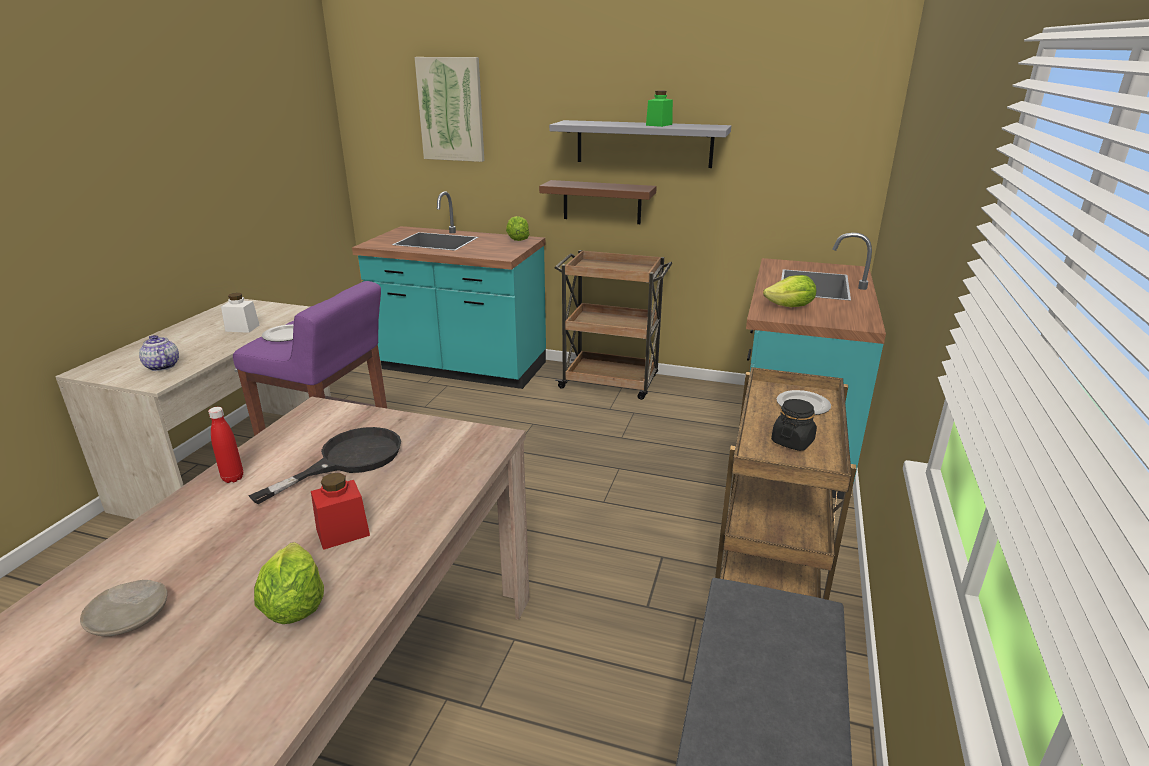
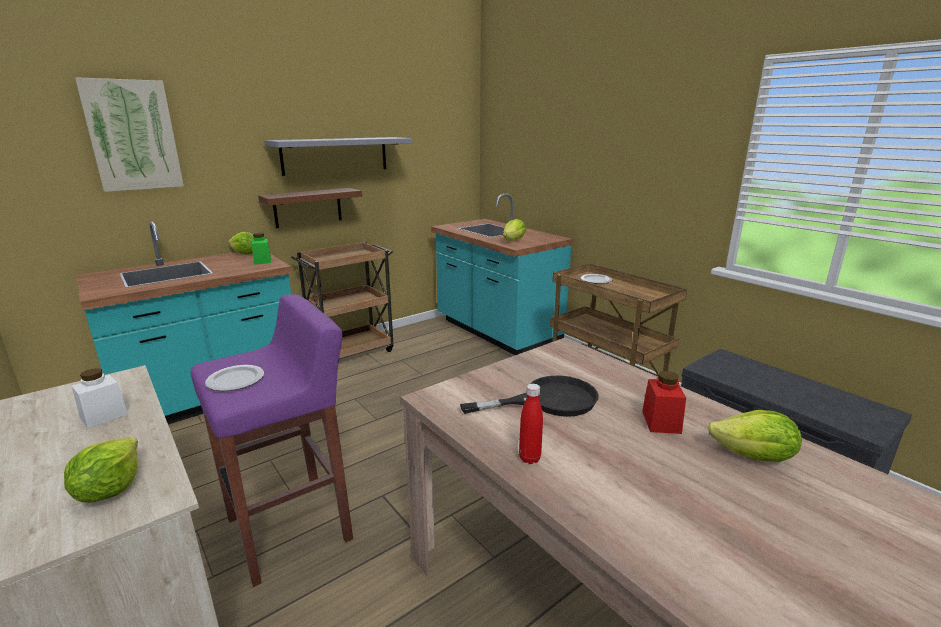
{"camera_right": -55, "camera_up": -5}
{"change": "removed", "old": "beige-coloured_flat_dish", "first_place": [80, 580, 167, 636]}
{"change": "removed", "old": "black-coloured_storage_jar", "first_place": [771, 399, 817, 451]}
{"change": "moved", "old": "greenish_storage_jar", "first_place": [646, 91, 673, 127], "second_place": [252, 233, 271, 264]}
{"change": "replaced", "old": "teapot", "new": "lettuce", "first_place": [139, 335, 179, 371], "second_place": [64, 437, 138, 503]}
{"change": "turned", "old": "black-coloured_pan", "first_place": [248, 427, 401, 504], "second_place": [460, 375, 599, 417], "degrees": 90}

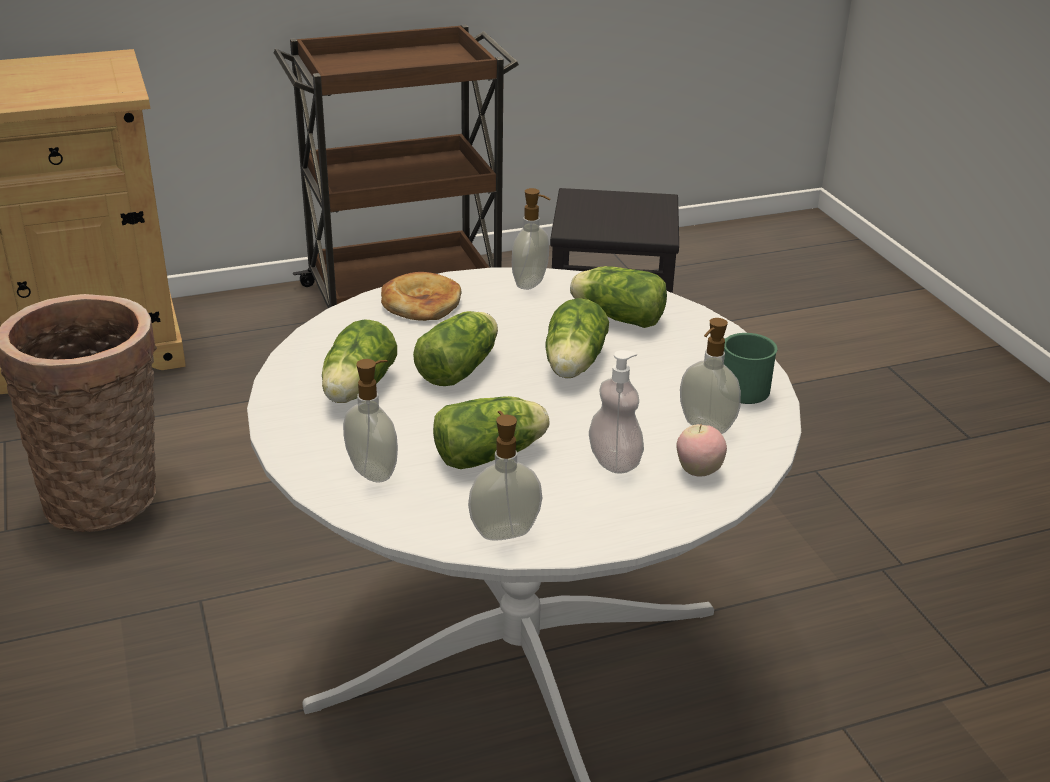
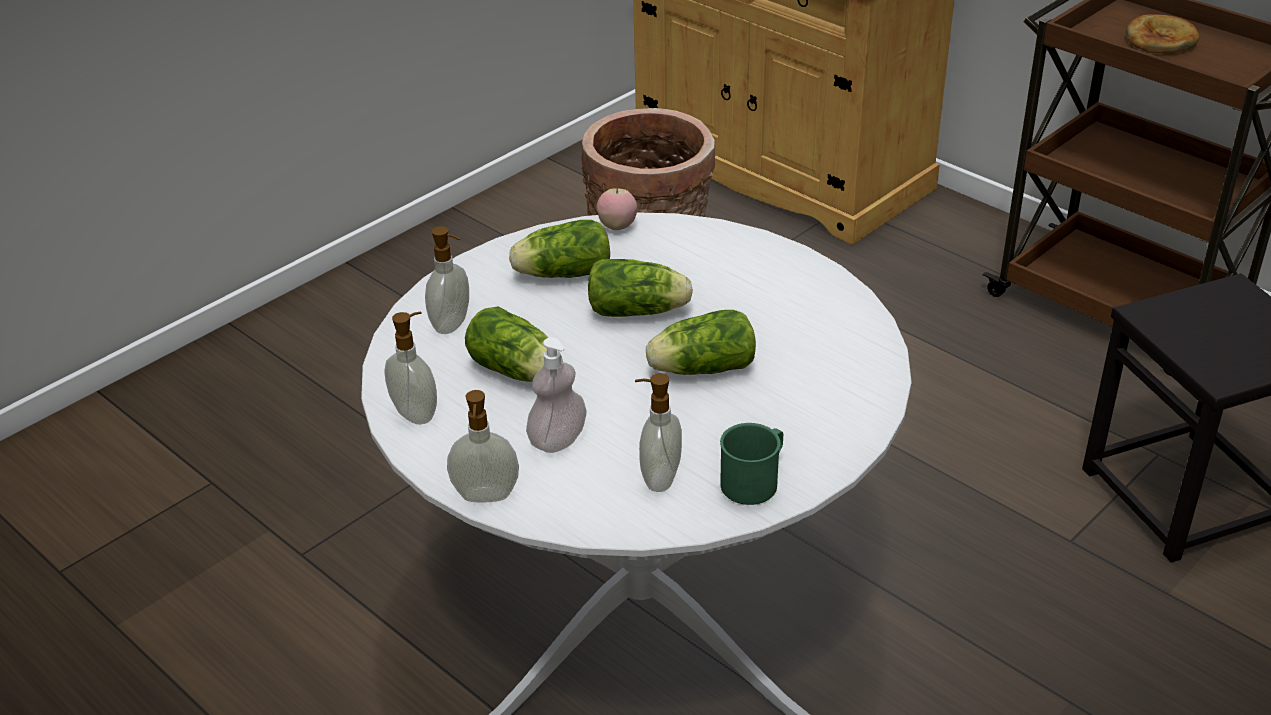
{"camera_right": 65, "camera_up": 5}
{"change": "removed", "old": "lettuce", "first_place": [570, 266, 667, 328]}
{"change": "moved", "old": "bakery_bread", "first_place": [381, 272, 461, 321], "second_place": [1126, 14, 1200, 53]}
{"change": "moved", "old": "soap_dispenser", "first_place": [512, 188, 550, 290], "second_place": [447, 390, 519, 502]}
{"change": "moved", "old": "apple", "first_place": [676, 423, 727, 477], "second_place": [597, 187, 637, 230]}

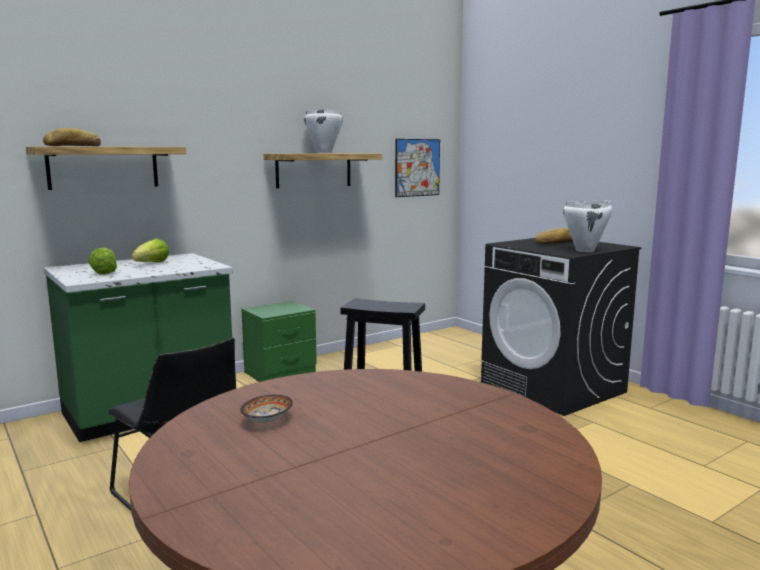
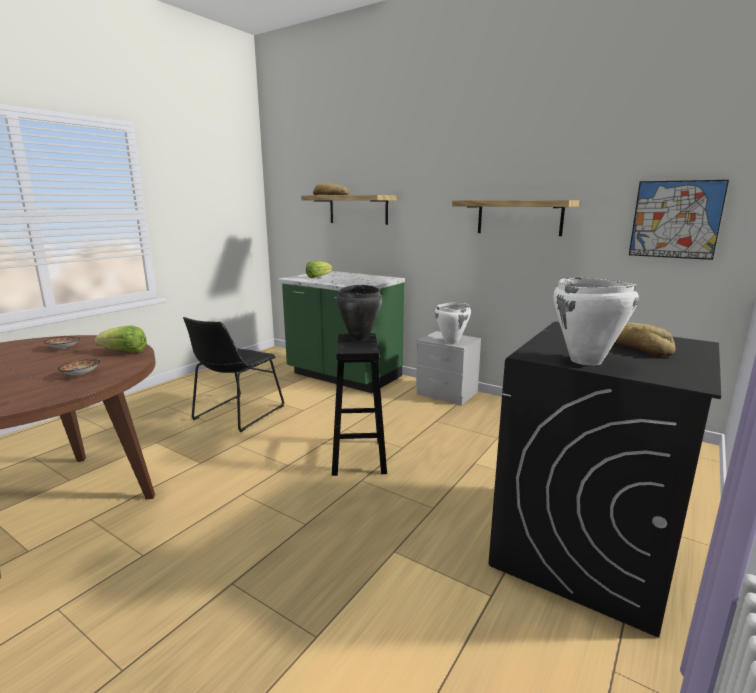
{"camera_right": 70, "camera_up": 5}
{"change": "added", "new": "bowl", "second_place": [58, 359, 100, 376]}
{"change": "added", "new": "black-coloured_saucepot", "second_place": [336, 285, 382, 341]}
{"change": "moved", "old": "lettuce", "first_place": [132, 238, 169, 263], "second_place": [95, 325, 147, 353]}
{"change": "moved", "old": "white-coloured_saucepot", "first_place": [304, 110, 343, 153], "second_place": [435, 302, 471, 344]}
{"change": "recoloured", "old": "greenish_nightstand", "new": "grey_nightstand", "first_place": [241, 301, 317, 382], "second_place": [416, 331, 481, 405]}

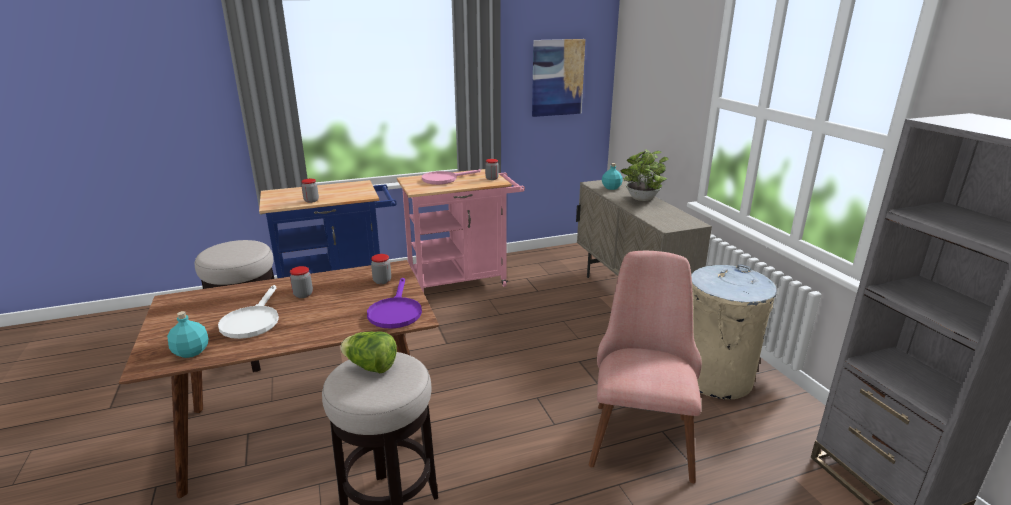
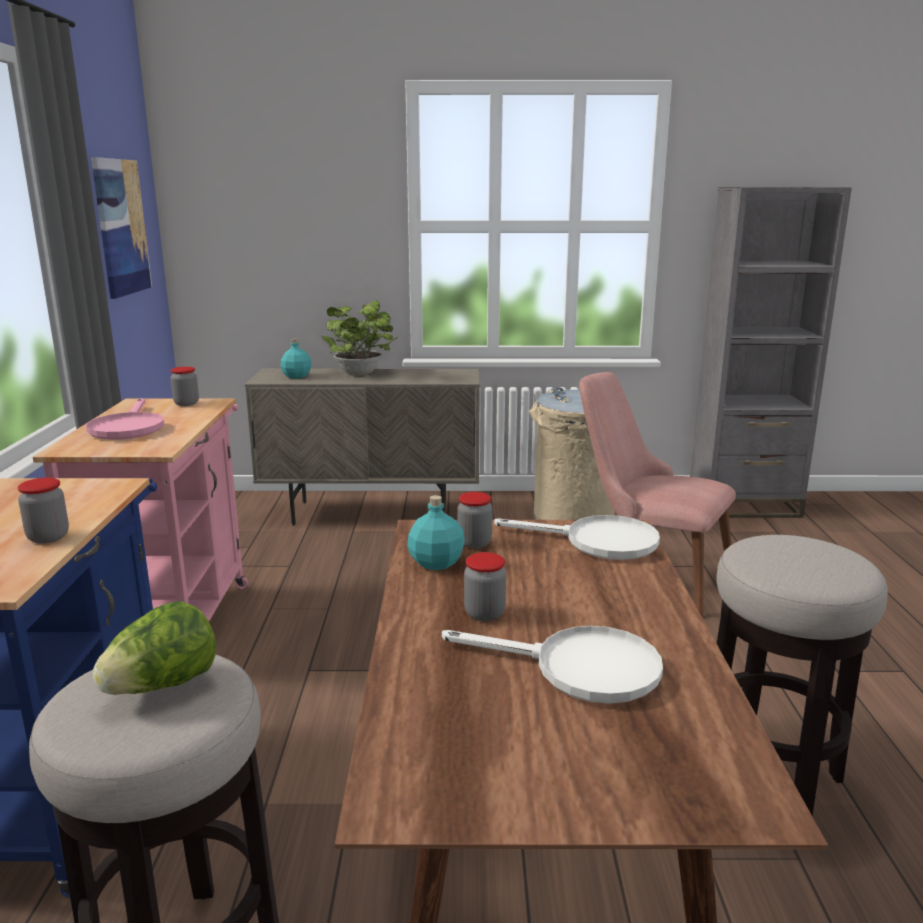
{"camera_right": -70, "camera_up": -5}
{"change": "moved", "old": "turquoise-coloured_bottle", "first_place": [167, 311, 208, 358], "second_place": [407, 495, 465, 570]}
{"change": "moved", "old": "lettuce", "first_place": [340, 331, 397, 373], "second_place": [92, 601, 216, 695]}
{"change": "recoloured", "old": "purple-coloured_pan", "new": "white-coloured_pan", "first_place": [367, 278, 422, 329], "second_place": [494, 515, 660, 560]}

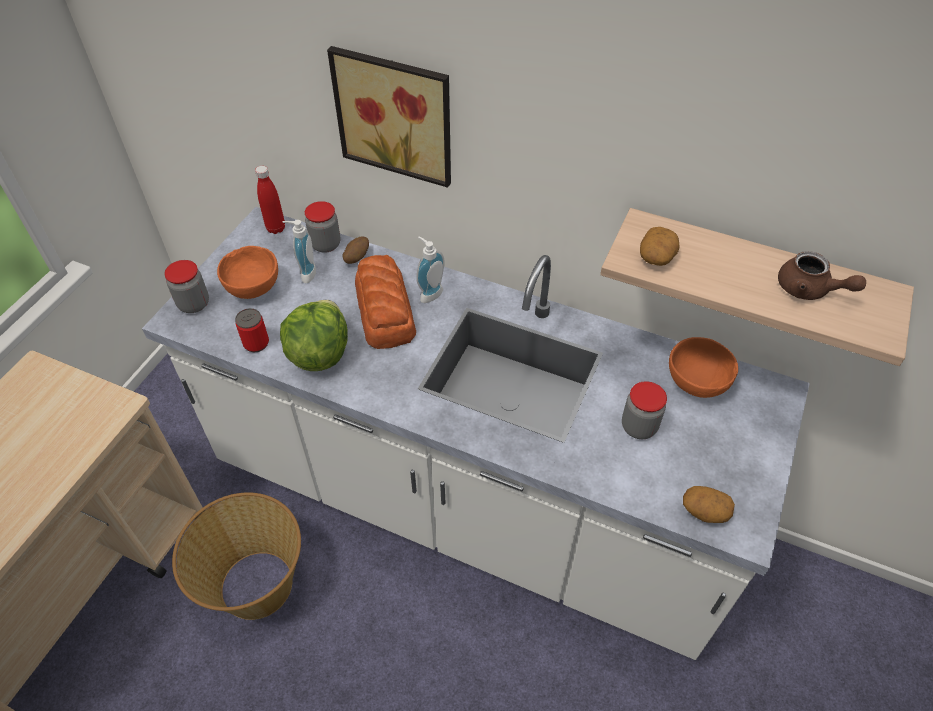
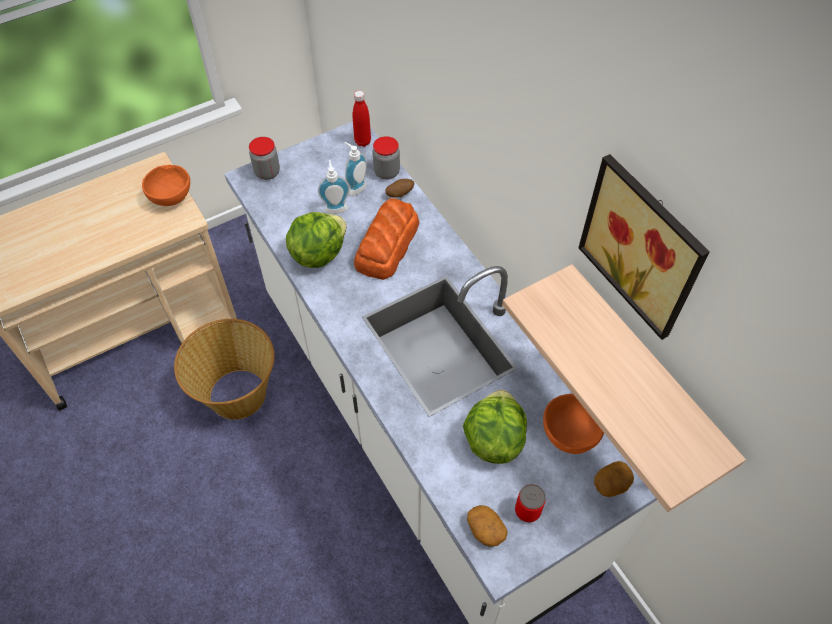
{"camera_right": 35, "camera_up": 5}
{"change": "removed", "old": "brownish_teapot", "first_place": [778, 251, 866, 300]}
{"change": "moved", "old": "orange-coloured_bowl", "first_place": [217, 246, 278, 299], "second_place": [142, 164, 190, 206]}
{"change": "moved", "old": "sealed_can", "first_place": [235, 308, 269, 352], "second_place": [515, 484, 546, 522]}
{"change": "moved", "old": "picture", "first_place": [327, 46, 451, 188], "second_place": [578, 154, 710, 340]}
{"change": "moved", "old": "soap_dispenser", "first_place": [416, 237, 445, 303], "second_place": [318, 160, 350, 214]}
{"change": "moved", "old": "whole_potato", "first_place": [640, 227, 679, 266], "second_place": [594, 461, 634, 497]}
{"change": "replaced", "old": "storage_jar", "new": "lettuce", "first_place": [622, 381, 667, 439], "second_place": [463, 390, 527, 464]}

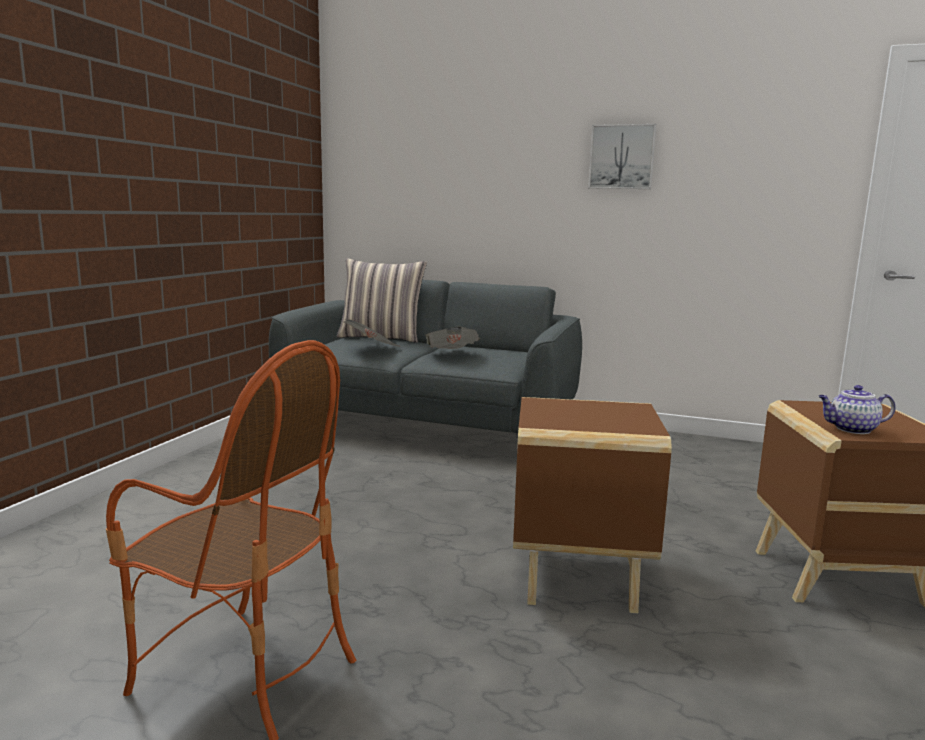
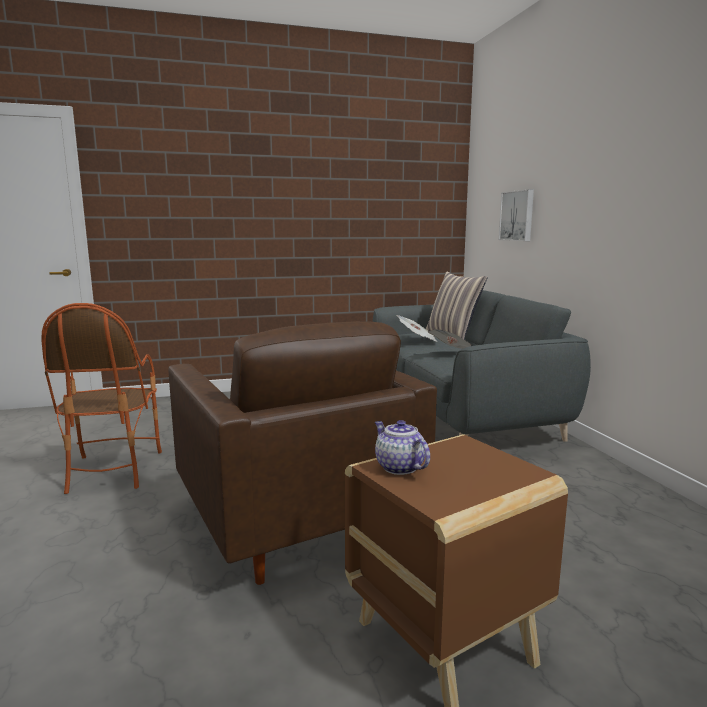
{"camera_right": 55, "camera_up": 0}
{"change": "moved", "old": "picture", "first_place": [588, 124, 656, 189], "second_place": [499, 189, 534, 241]}
{"change": "replaced", "old": "brownish_accent_table", "new": "brownish_lounge_chair", "first_place": [513, 397, 672, 613], "second_place": [168, 321, 437, 585]}

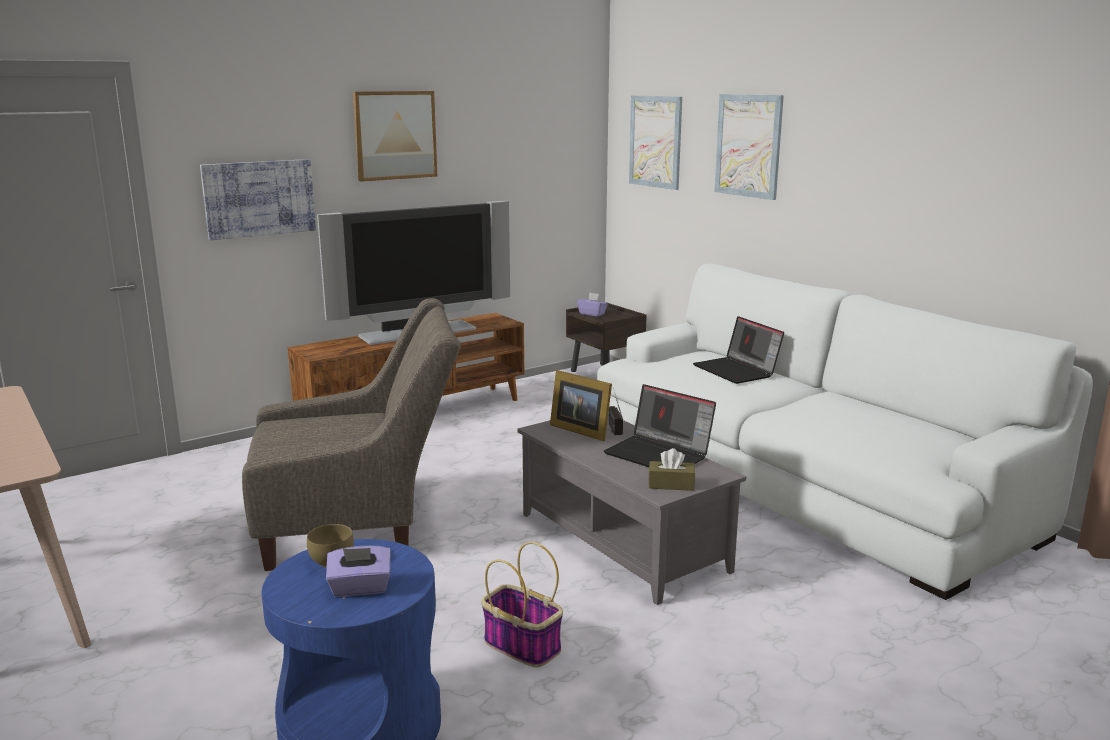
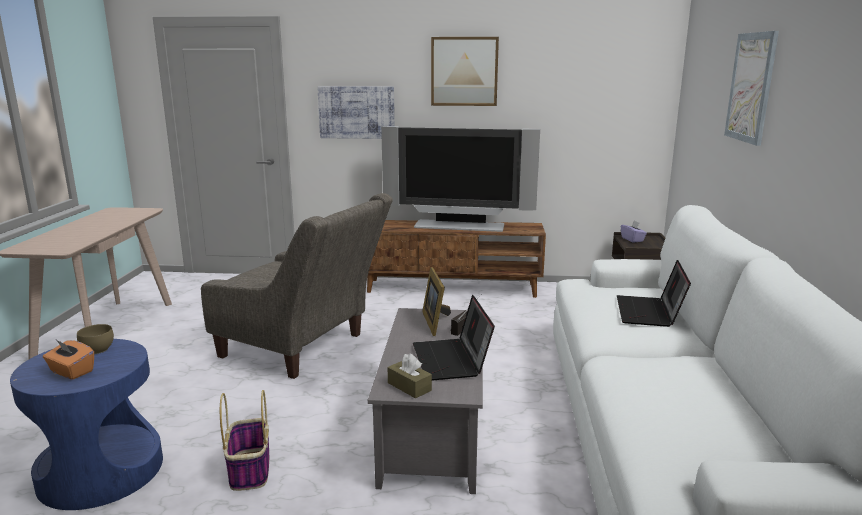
{"camera_right": 40, "camera_up": 0}
{"change": "removed", "old": "picture", "first_place": [629, 96, 682, 190]}
{"change": "recoloured", "old": "purple-coloured_box_of_tissues", "new": "orange-coloured_box_of_tissues", "first_place": [326, 546, 391, 597], "second_place": [43, 340, 94, 380]}

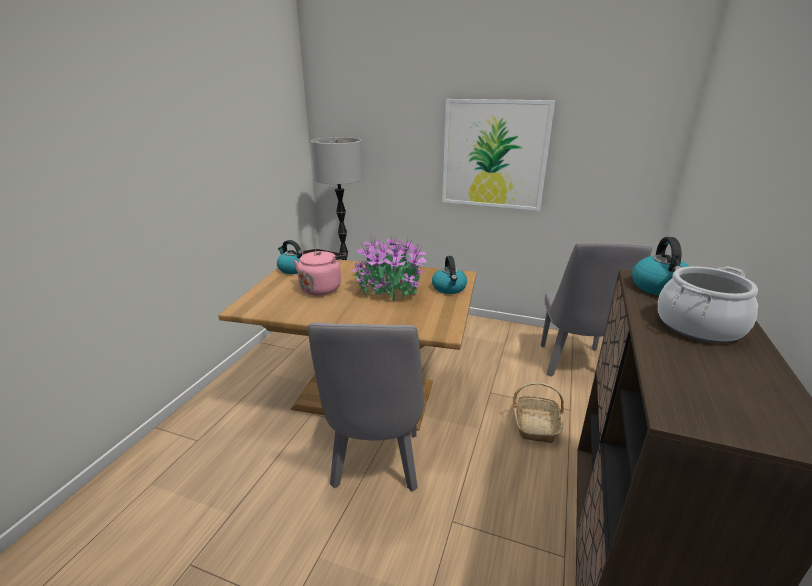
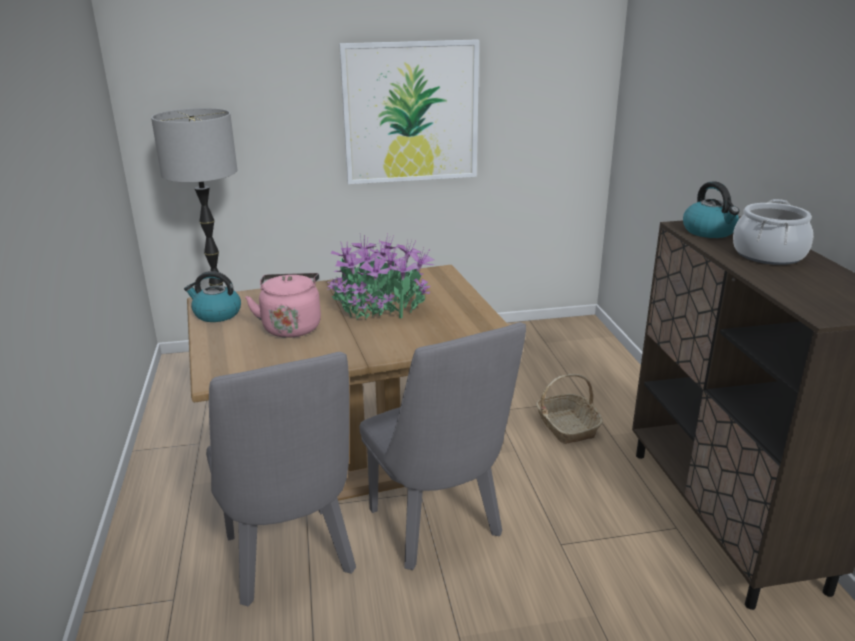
{"camera_right": -30, "camera_up": 0}
{"change": "removed", "old": "kettle", "first_place": [432, 256, 467, 294]}
{"change": "moved", "old": "grey_plain_chair", "first_place": [541, 243, 652, 376], "second_place": [206, 352, 356, 606]}

